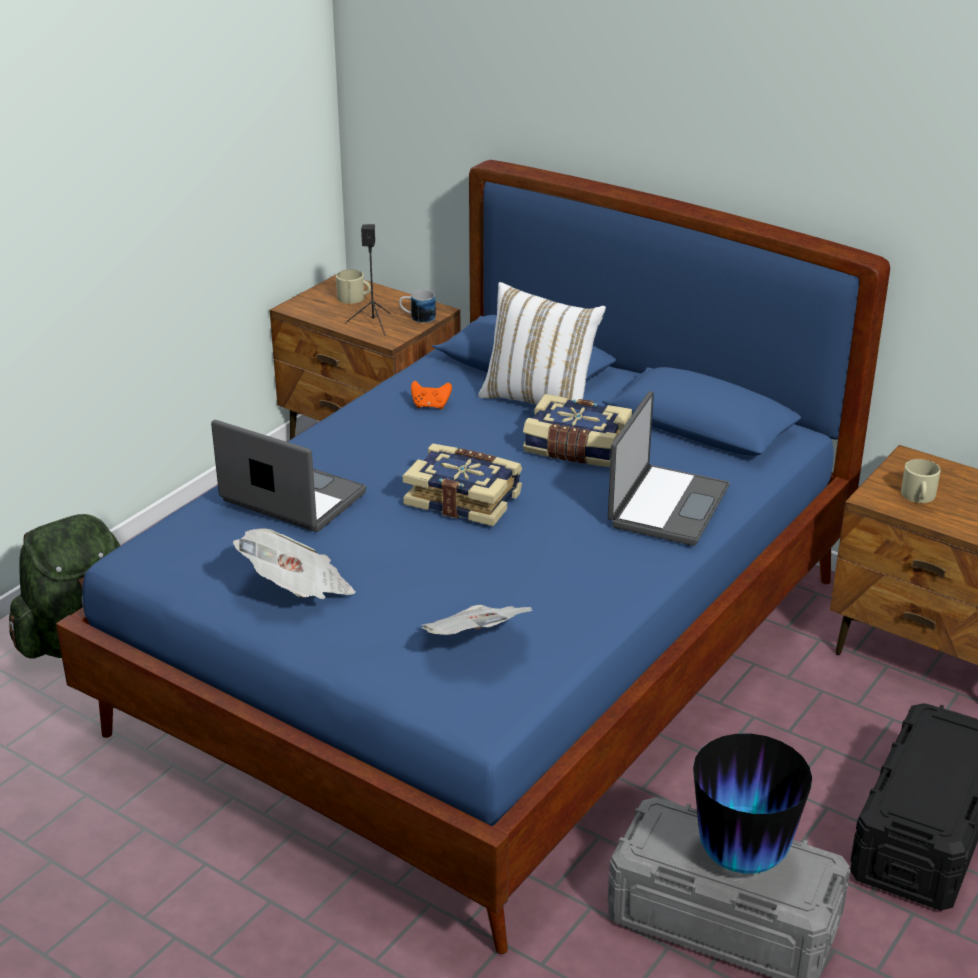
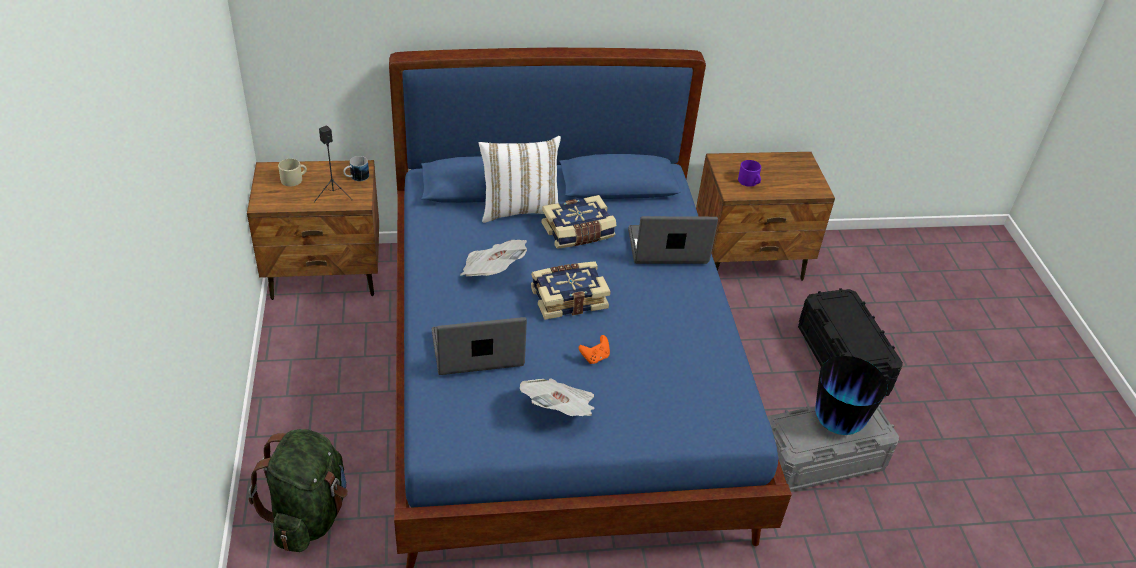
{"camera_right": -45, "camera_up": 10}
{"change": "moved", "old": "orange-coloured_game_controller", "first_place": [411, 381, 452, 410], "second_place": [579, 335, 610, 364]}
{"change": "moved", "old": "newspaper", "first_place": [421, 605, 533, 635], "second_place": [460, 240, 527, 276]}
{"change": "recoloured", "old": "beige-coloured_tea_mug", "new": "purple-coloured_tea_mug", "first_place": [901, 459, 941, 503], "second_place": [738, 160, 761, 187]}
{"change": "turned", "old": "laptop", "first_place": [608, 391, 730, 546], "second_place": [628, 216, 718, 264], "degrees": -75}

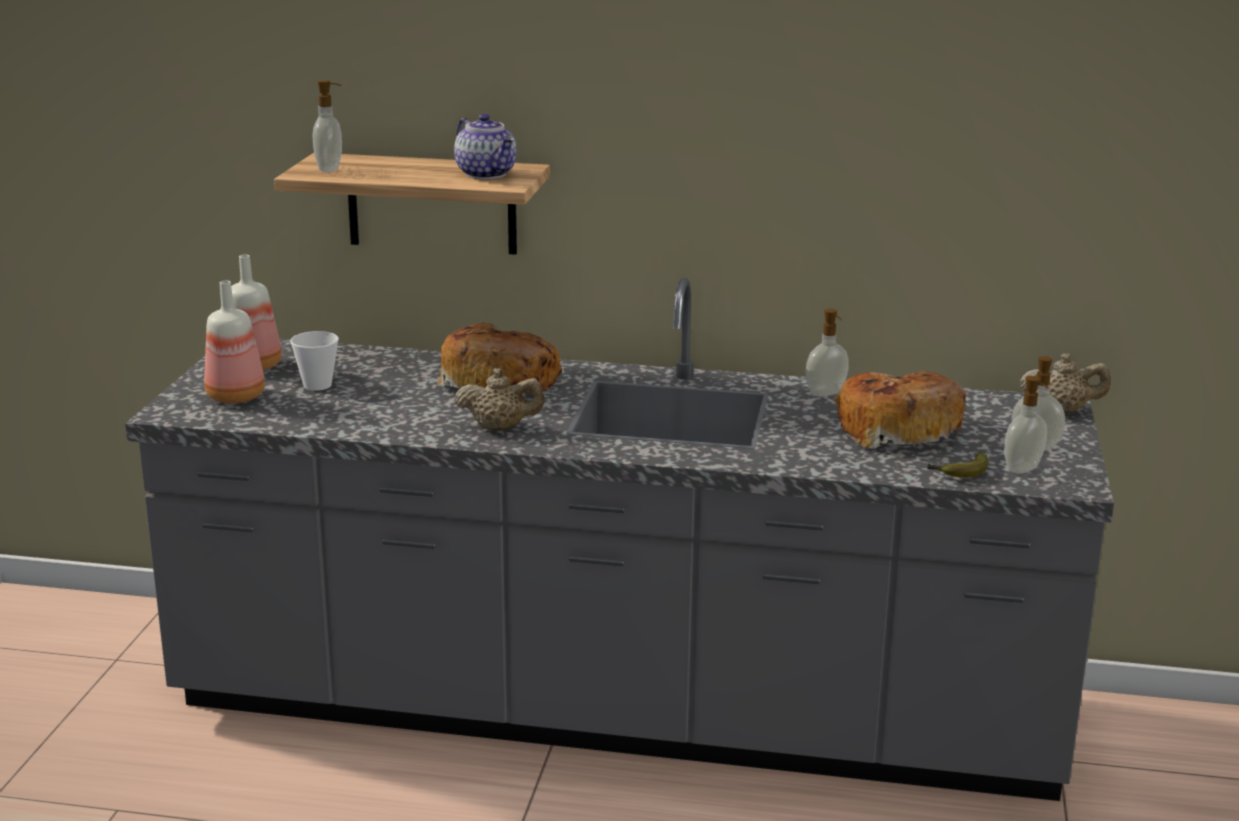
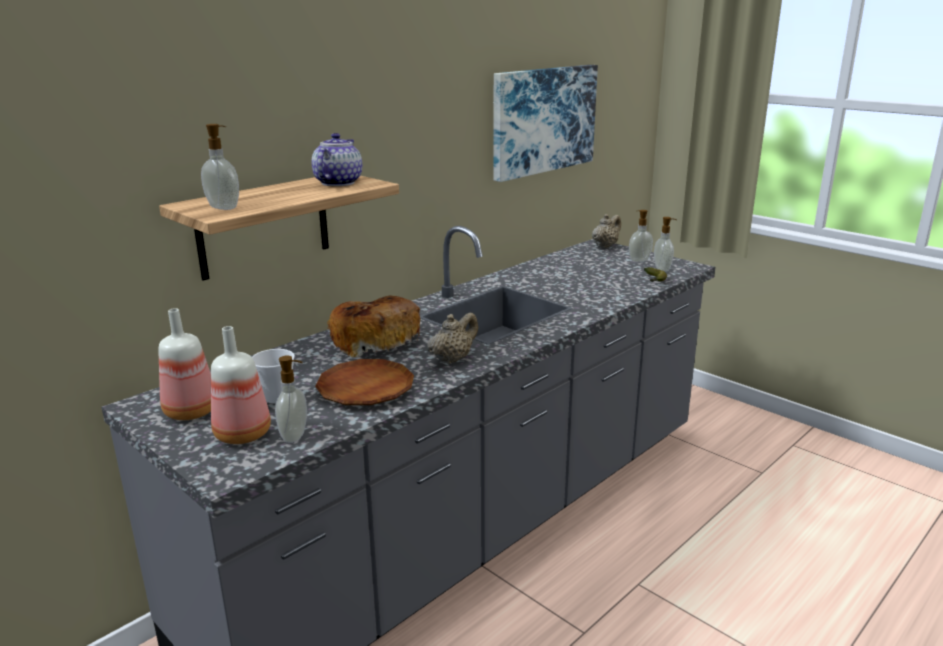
{"camera_right": -55, "camera_up": 0}
{"change": "removed", "old": "bakery_bread", "first_place": [834, 371, 966, 449]}
{"change": "added", "new": "brownish_flat_dish", "second_place": [315, 359, 414, 405]}
{"change": "added", "new": "picture", "second_place": [493, 65, 598, 182]}
{"change": "moved", "old": "soap_dispenser", "first_place": [806, 309, 849, 397], "second_place": [275, 355, 307, 443]}
{"change": "turned", "old": "teapot", "first_place": [454, 114, 516, 179], "second_place": [312, 133, 362, 186], "degrees": -75}

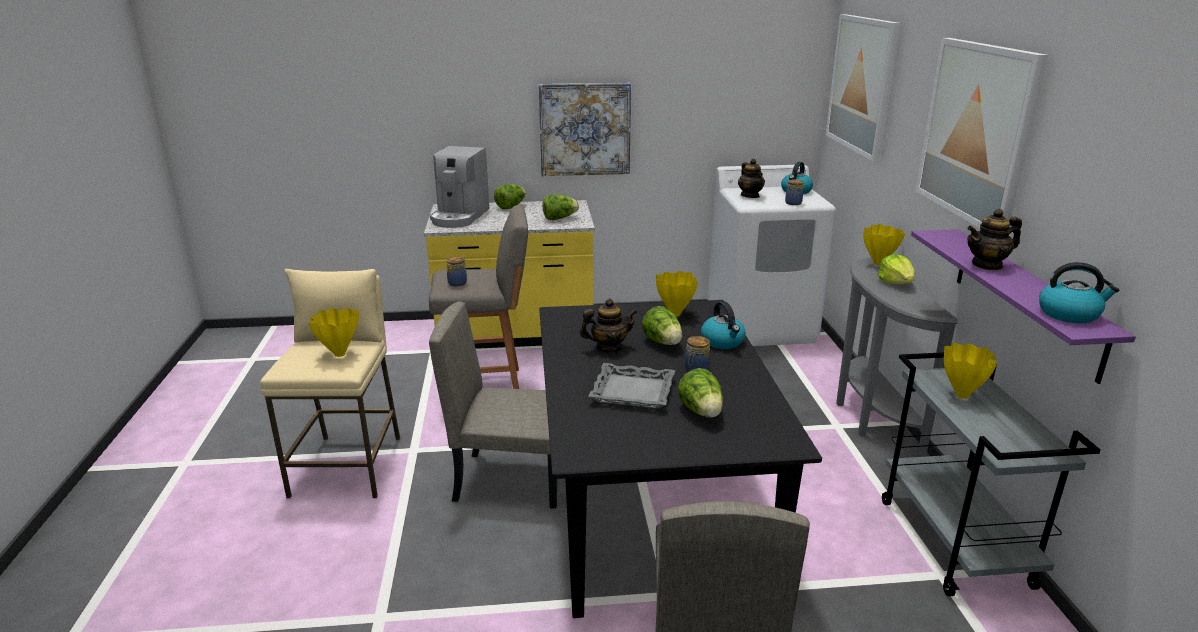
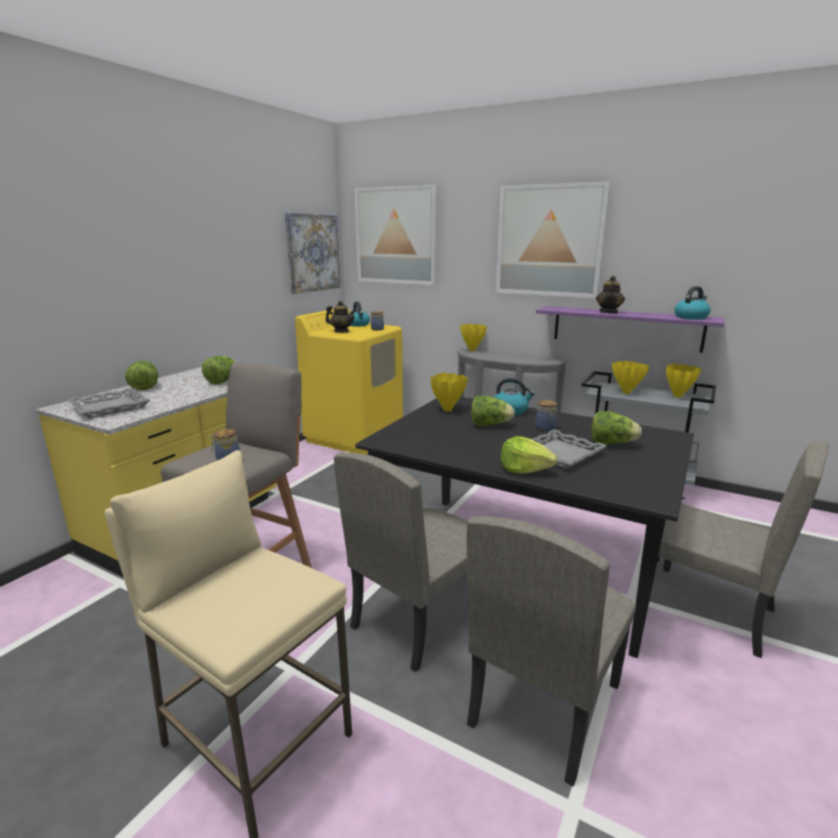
{"camera_right": -55, "camera_up": -5}
{"change": "removed", "old": "teapot", "first_place": [580, 298, 637, 352]}
{"change": "added", "new": "beige-coloured_plain_chair", "second_place": [467, 516, 636, 787]}
{"change": "moved", "old": "yellow-coloured_flower_vase", "first_place": [309, 308, 359, 357], "second_place": [666, 363, 701, 398]}
{"change": "moved", "old": "picture", "first_place": [539, 83, 631, 176], "second_place": [285, 213, 341, 294]}
{"change": "moved", "old": "lettuce", "first_place": [878, 254, 915, 284], "second_place": [501, 436, 557, 474]}
{"change": "replaced", "old": "coffee_maker", "new": "grey_tray", "first_place": [430, 146, 489, 228], "second_place": [67, 388, 150, 418]}
{"change": "recoloured", "old": "white-coloured_laundry_appliance", "new": "yellow-coloured_laundry_appliance", "first_place": [707, 165, 836, 346], "second_place": [295, 308, 403, 455]}

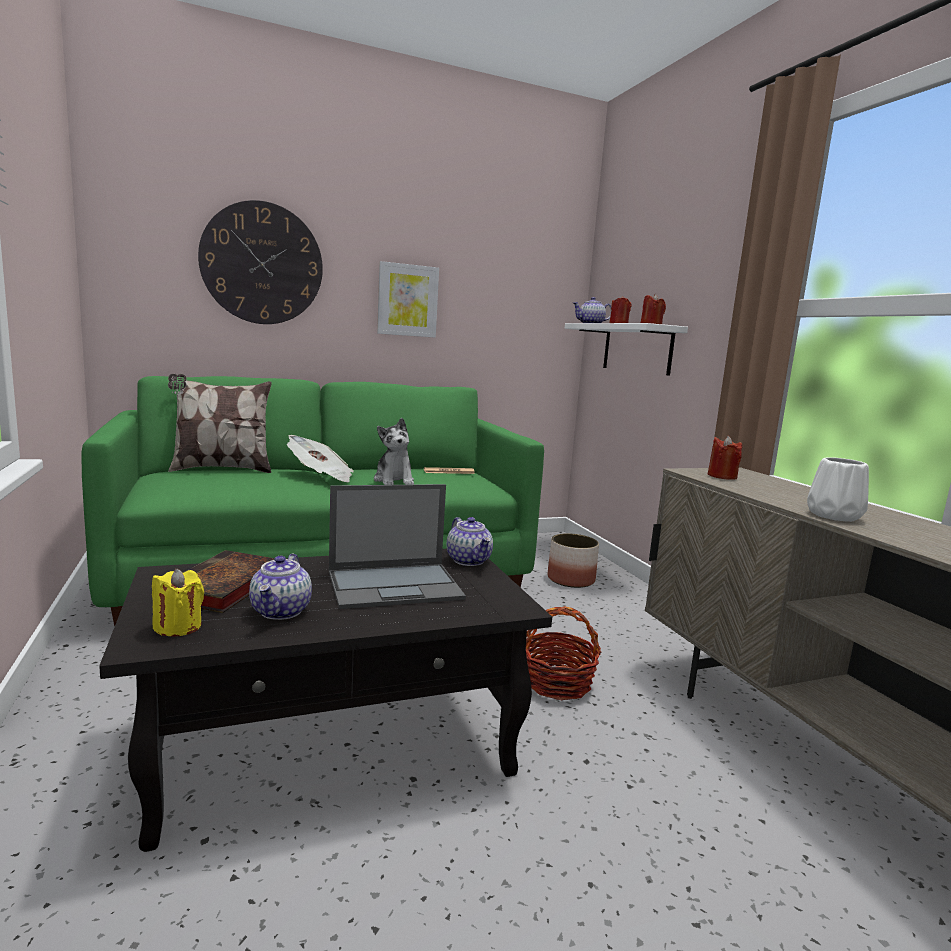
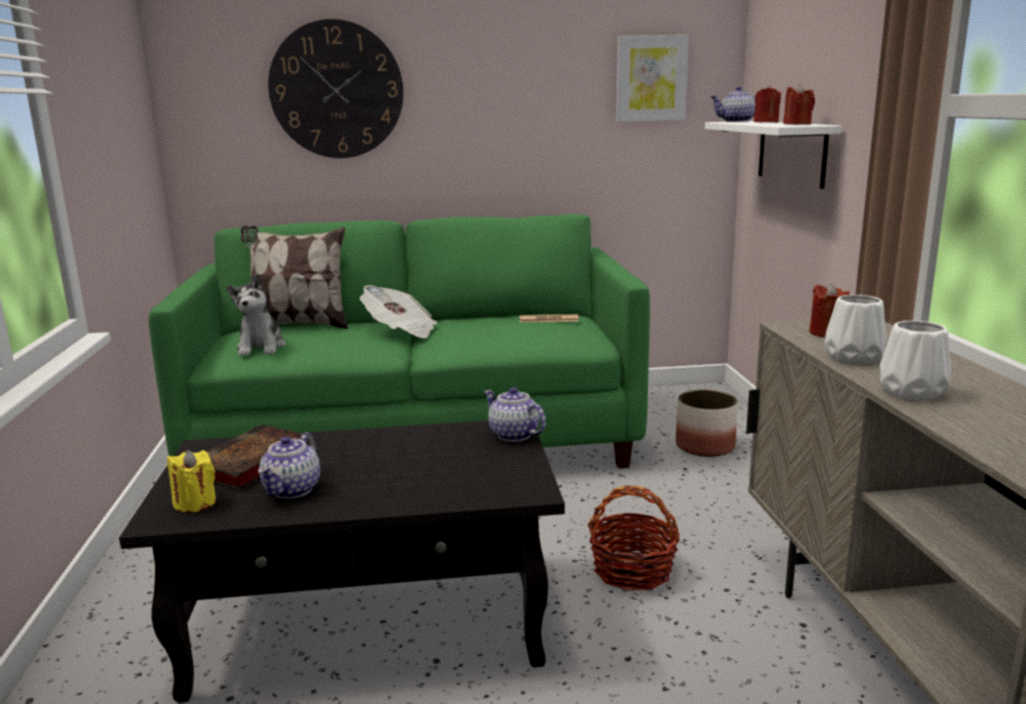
{"camera_right": 15, "camera_up": 5}
{"change": "removed", "old": "laptop", "first_place": [329, 484, 466, 609]}
{"change": "added", "new": "white-coloured_flower_vase", "second_place": [825, 295, 887, 365]}
{"change": "moved", "old": "soft_toy", "first_place": [374, 418, 414, 485], "second_place": [226, 274, 286, 356]}
{"change": "moved", "old": "picture", "first_place": [377, 261, 439, 338], "second_place": [616, 35, 689, 122]}
{"change": "turned", "old": "teapot", "first_place": [447, 517, 493, 566], "second_place": [484, 387, 546, 442], "degrees": 150}

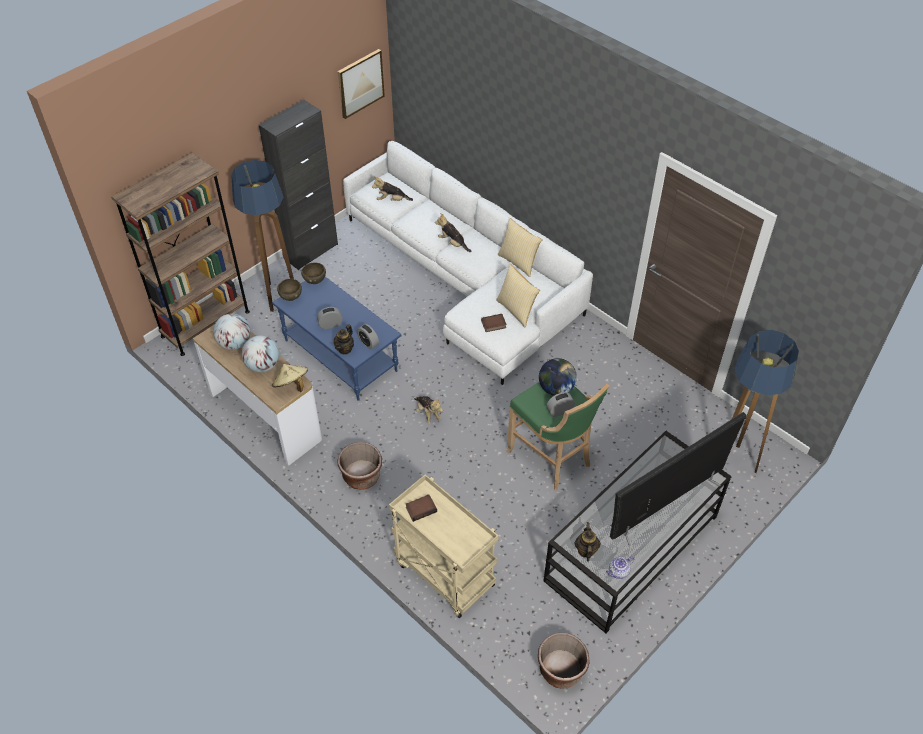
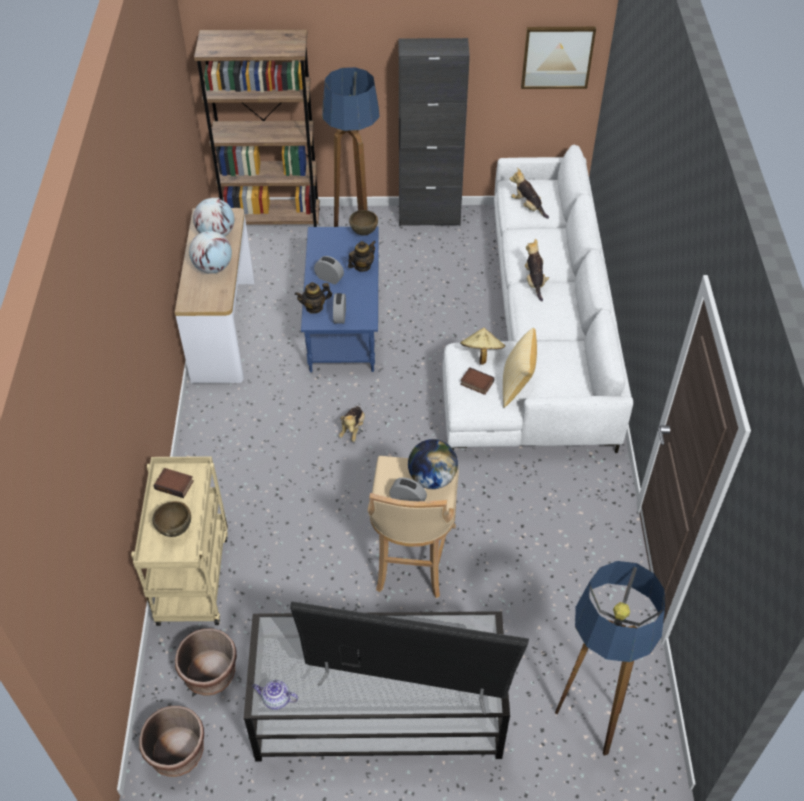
{"camera_right": 45, "camera_up": 0}
{"change": "removed", "old": "cushion", "first_place": [498, 218, 543, 277]}
{"change": "moved", "old": "beige-coloured_wearable_hat", "first_place": [272, 364, 308, 392], "second_place": [460, 328, 505, 365]}
{"change": "moved", "old": "brownish_bowl", "first_place": [277, 279, 302, 301], "second_place": [152, 501, 191, 537]}
{"change": "moved", "old": "brownish_plant_pot", "first_place": [337, 442, 382, 490], "second_place": [175, 628, 237, 696]}
{"change": "moved", "old": "teapot", "first_place": [575, 522, 601, 562], "second_place": [348, 241, 376, 272]}
{"change": "recoloured", "old": "greenish_sitting_stool", "new": "beige-coloured_sitting_stool", "first_place": [506, 382, 609, 490], "second_place": [368, 456, 459, 598]}

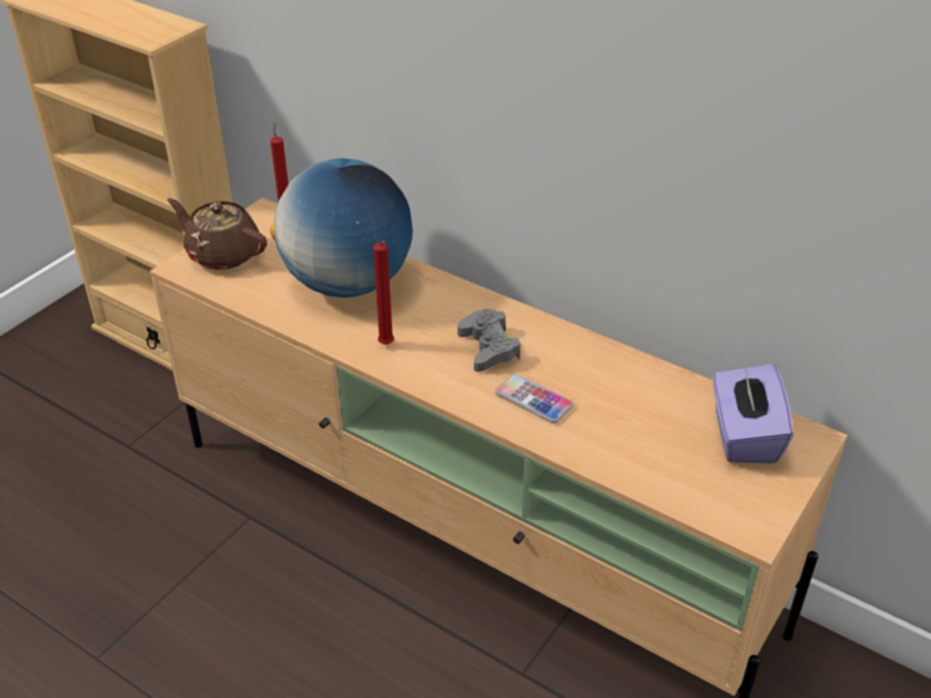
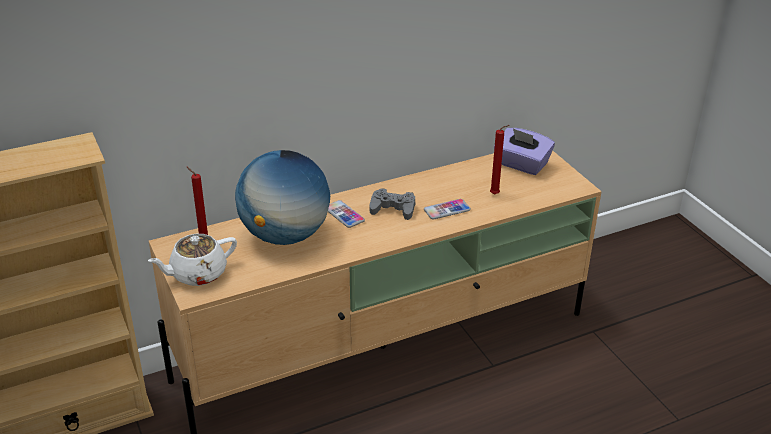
{"camera_right": -60, "camera_up": -5}
{"change": "added", "new": "telephone", "second_place": [328, 200, 365, 228]}
{"change": "moved", "old": "red_wax_candle", "first_place": [373, 240, 394, 345], "second_place": [490, 125, 510, 195]}
{"change": "recoloured", "old": "brownish_teapot", "new": "white-coloured_teapot", "first_place": [167, 198, 267, 270], "second_place": [148, 234, 237, 286]}

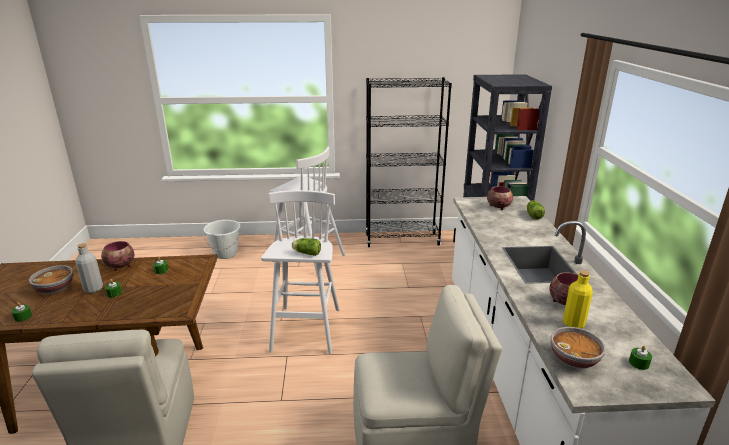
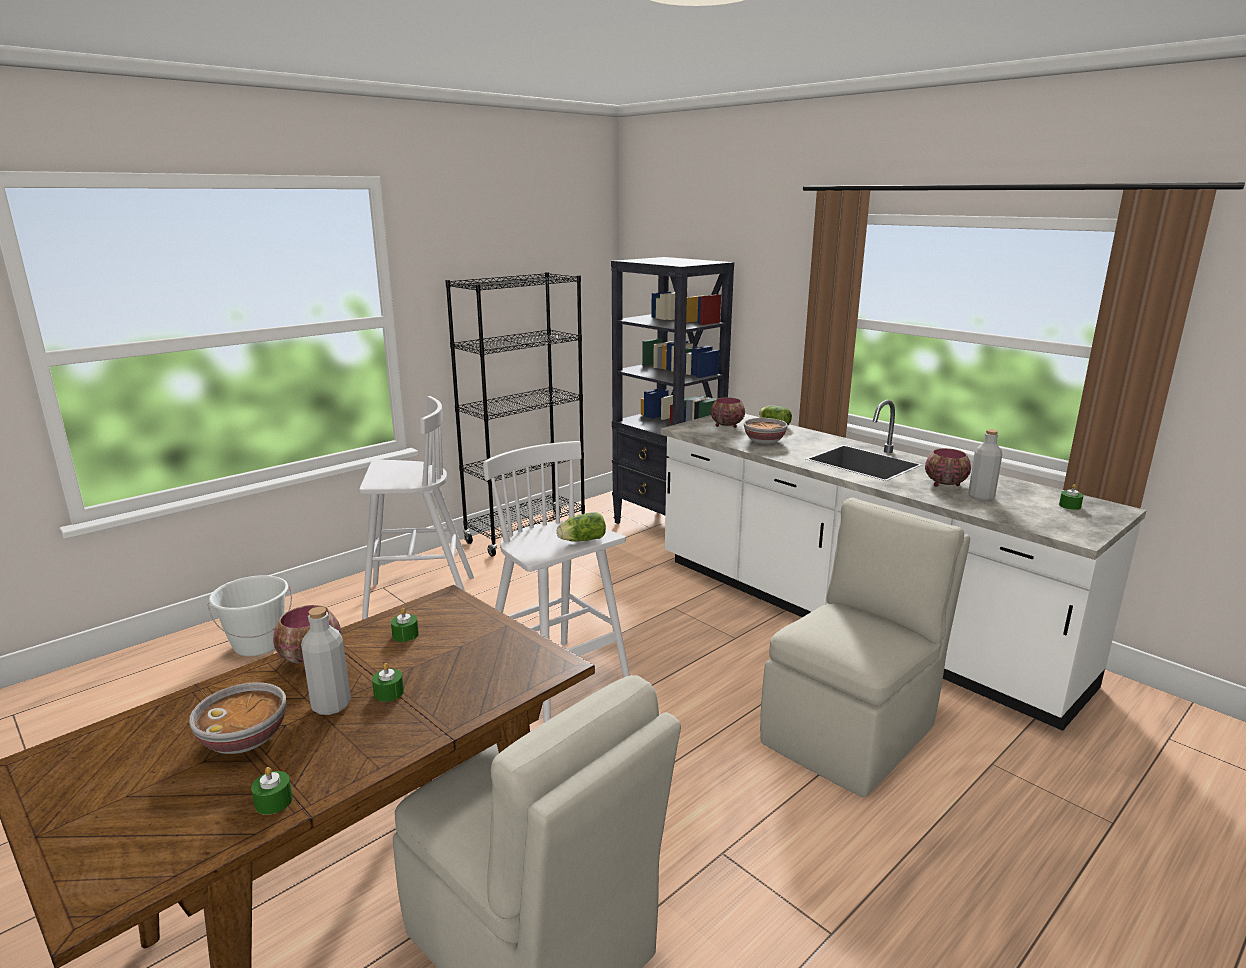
{"camera_right": -40, "camera_up": -5}
{"change": "moved", "old": "bowl", "first_place": [551, 327, 606, 369], "second_place": [744, 418, 788, 444]}
{"change": "recoloured", "old": "yellow-coloured_bottle", "new": "grey_bottle", "first_place": [563, 270, 593, 329], "second_place": [968, 429, 1002, 501]}

